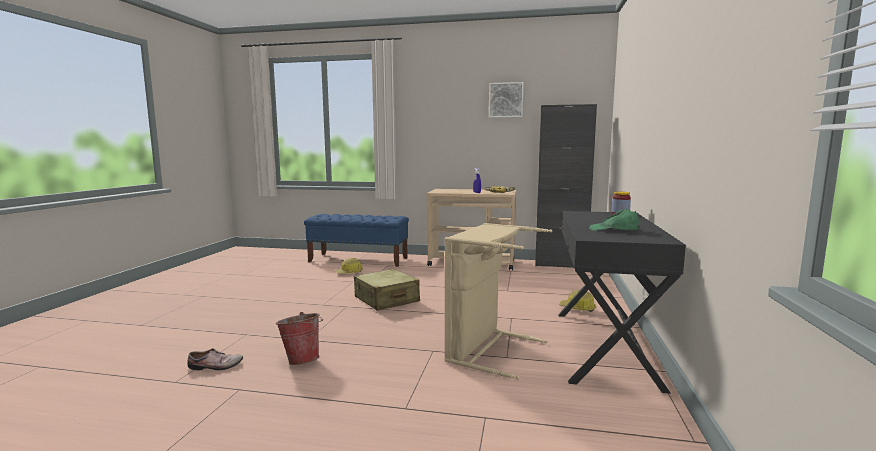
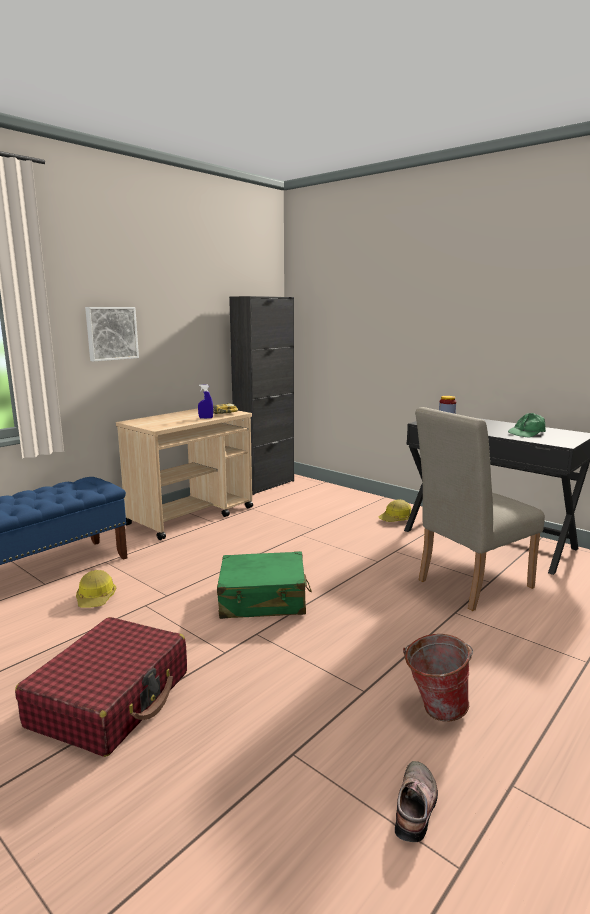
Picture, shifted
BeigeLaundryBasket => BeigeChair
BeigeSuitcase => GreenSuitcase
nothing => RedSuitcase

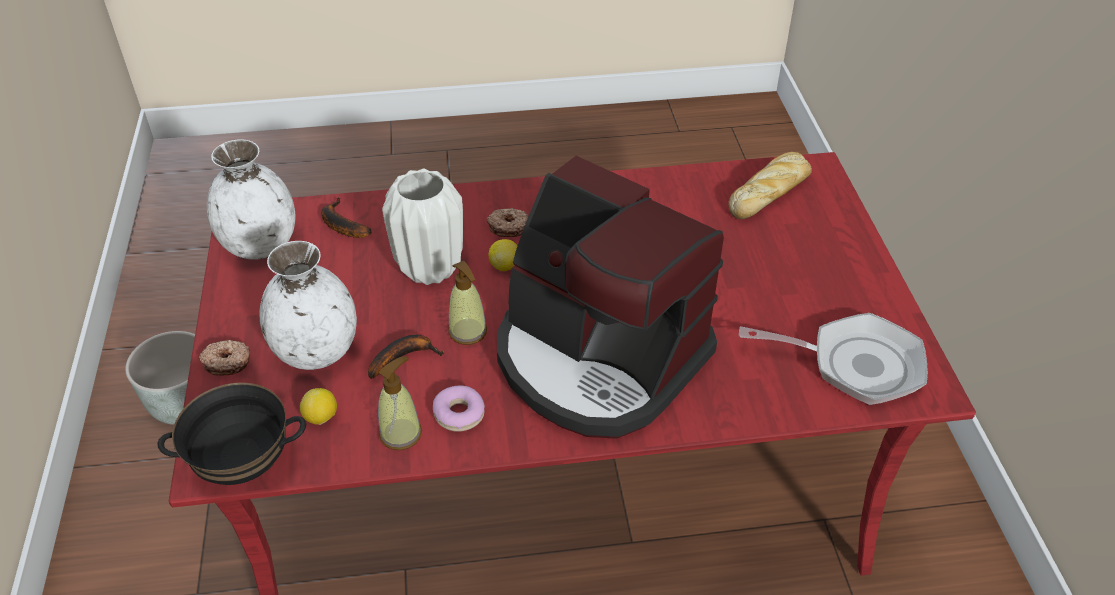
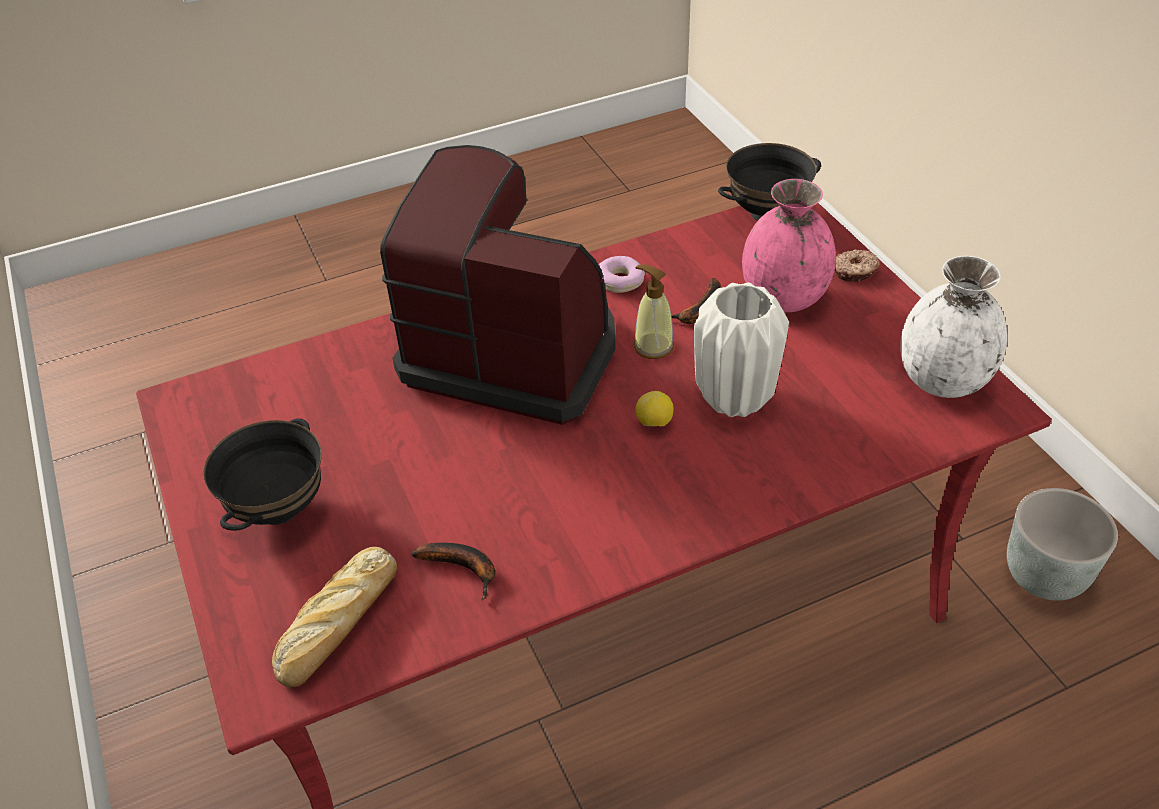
Banana (no. 1 from left), shifted
Donut (no. 3 from left) => nothing
WhiteVase (no. 2 from left) => PinkVase
FryingPan => nothing
SoapDispenser (no. 1 from left) => nothing
Lemon (no. 1 from left) => nothing
nothing => BlackBowl (no. 1 from left)

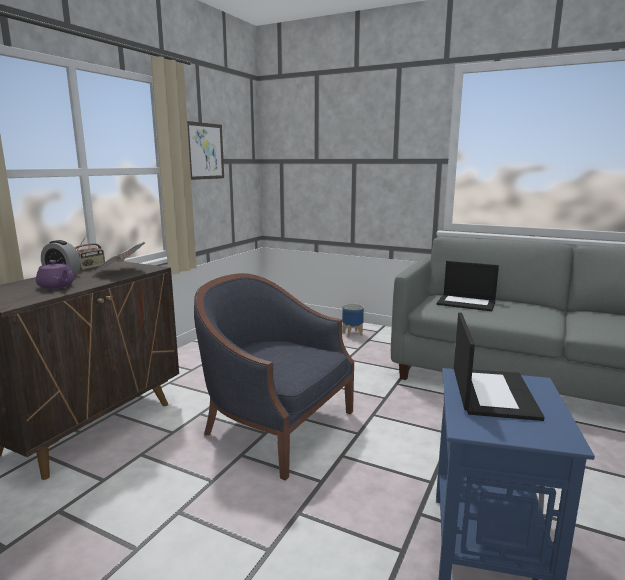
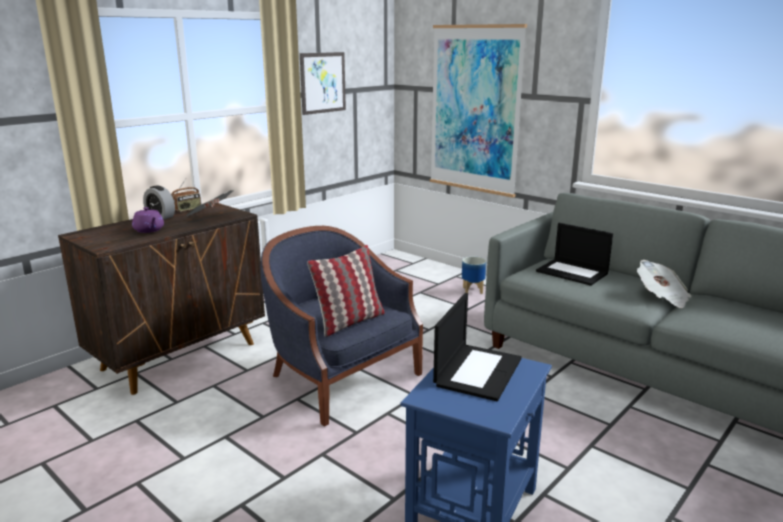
nothing => Picture (no. 2 from left)
nothing => Pillow
nothing => Newspaper (no. 2 from left)

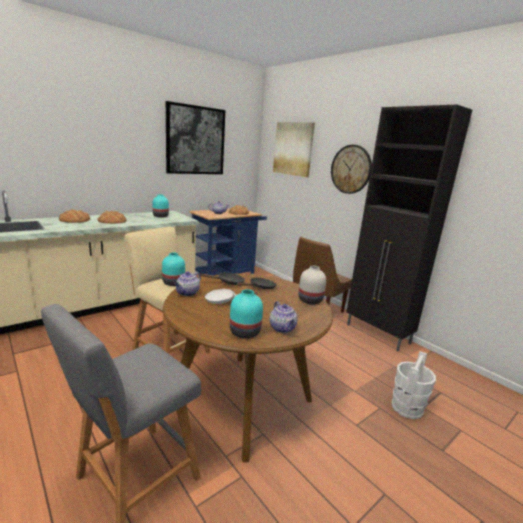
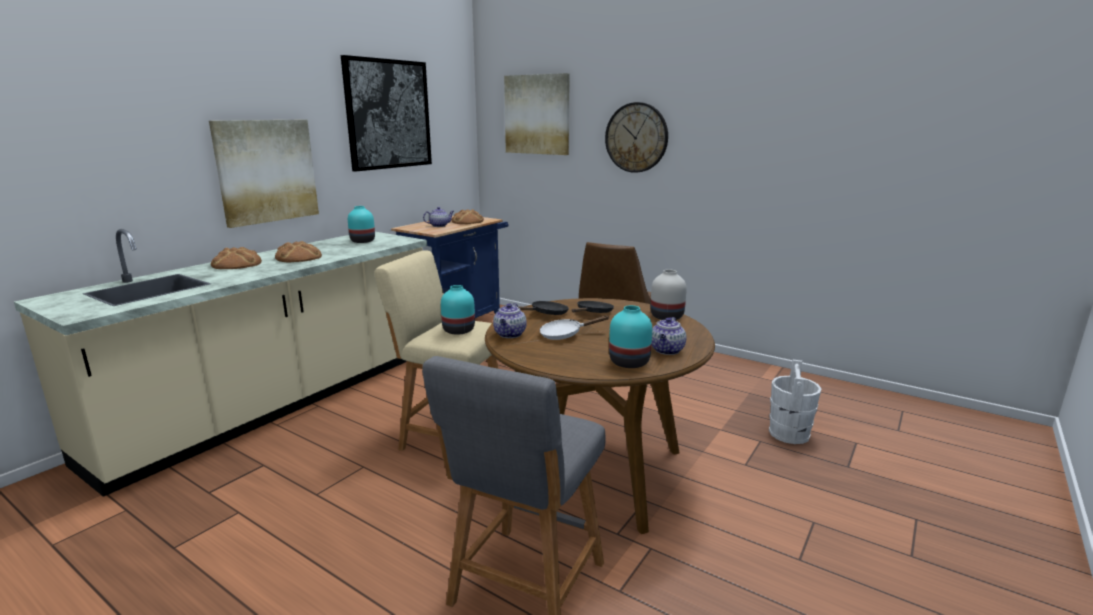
BlackCabinet => nothing
Teapot (no. 3 from left), 60 degrees clockwise
nothing => Picture (no. 1 from left)

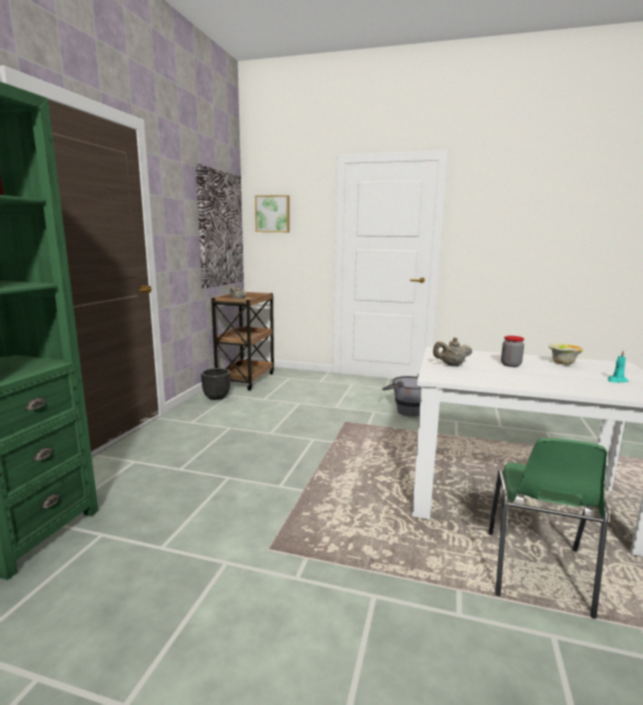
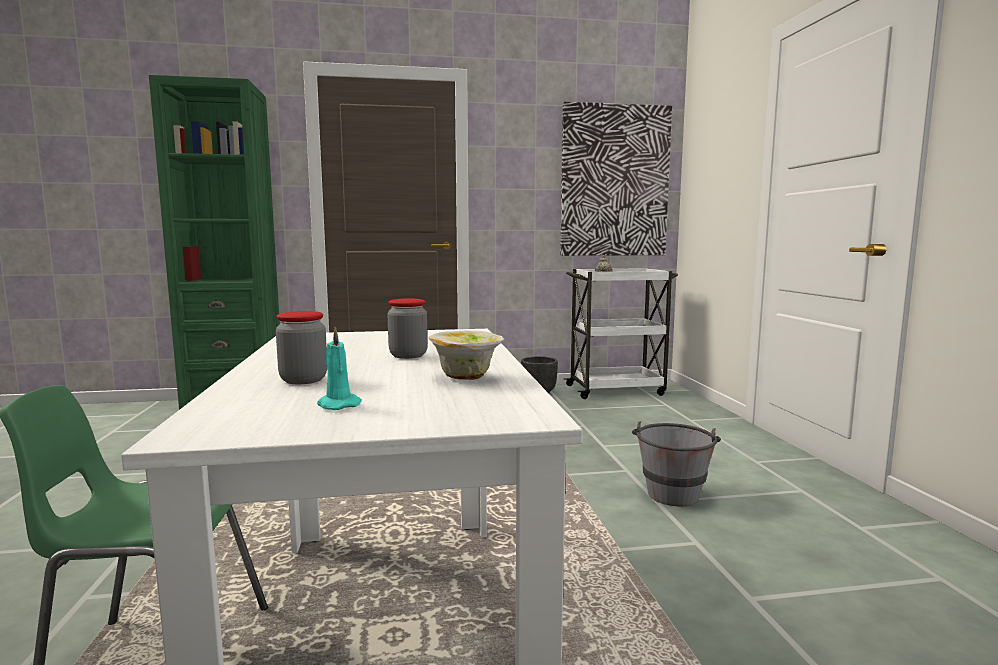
Picture (no. 2 from left) => nothing
BrownCart => WhiteCart
BeigeTeapot (no. 2 from left) => nothing
nothing => Jar (no. 1 from left)

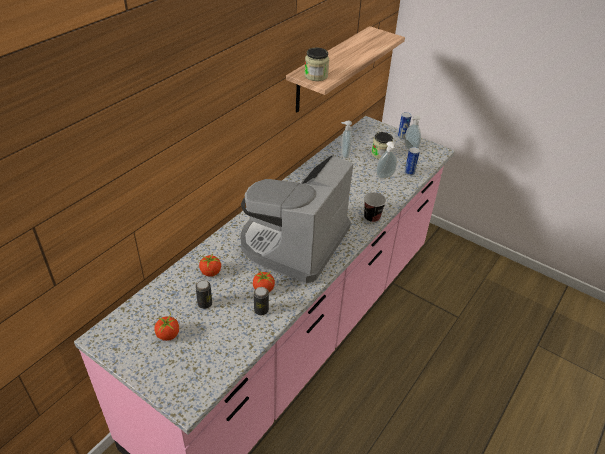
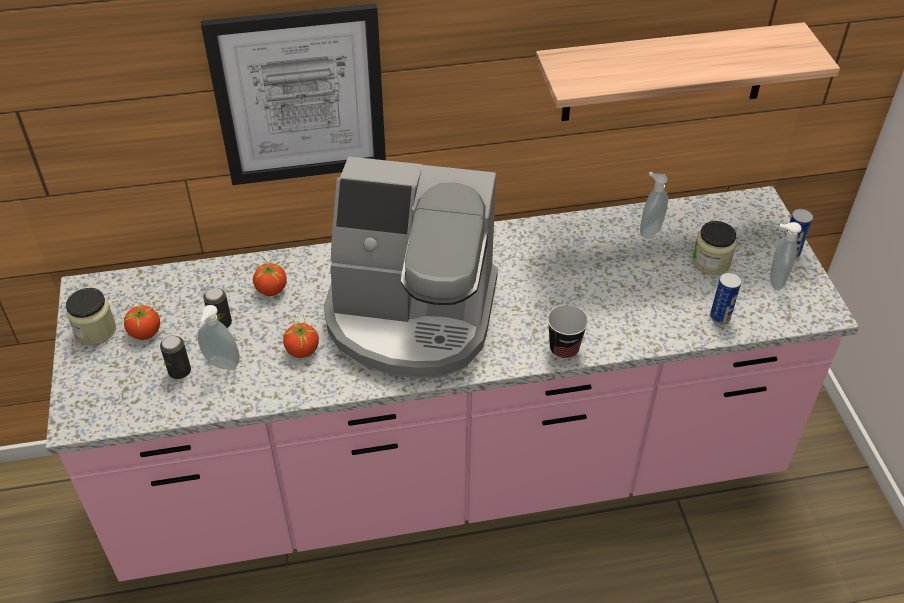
Jar (no. 1 from left), shifted
SoapDispenser (no. 2 from left in the first image) => SoapDispenser (no. 1 from left), shifted
CoffeeMachine, 150 degrees counterclockwise
Can (no. 2 from left in the first image) => Can (no. 1 from left), shifted
nothing => Picture

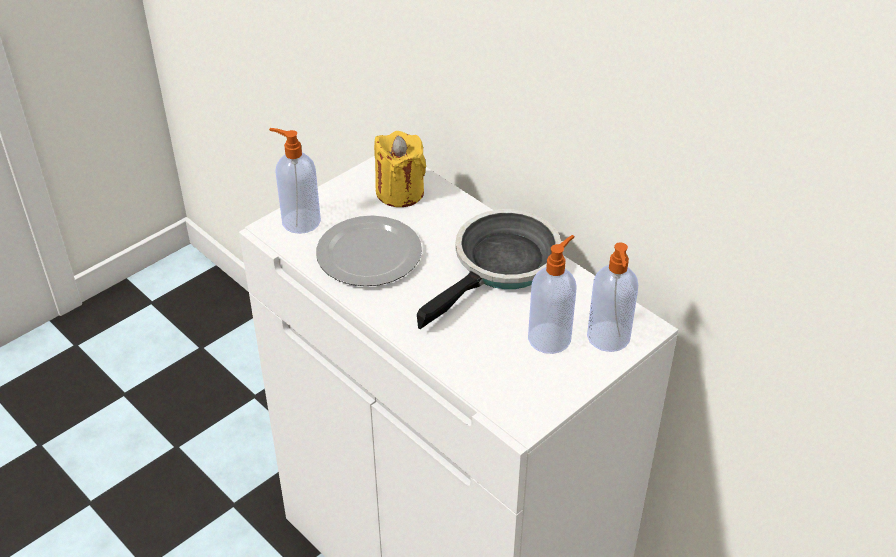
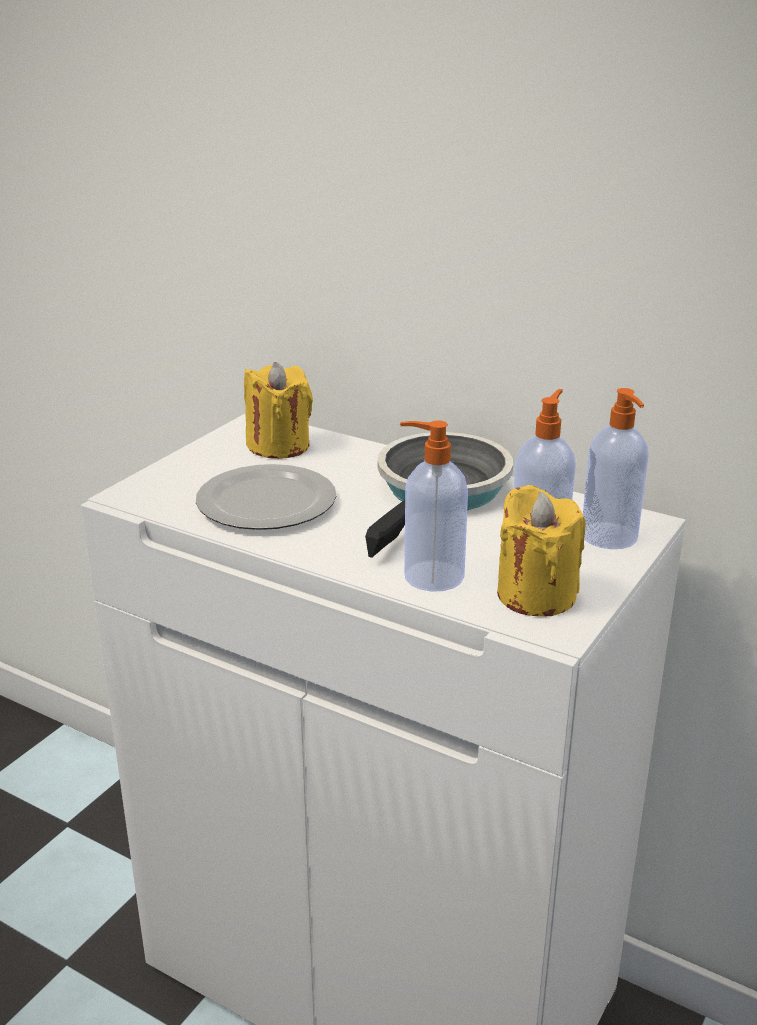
SoapDispenser (no. 1 from left), shifted
nothing => YellowCandle (no. 2 from left)

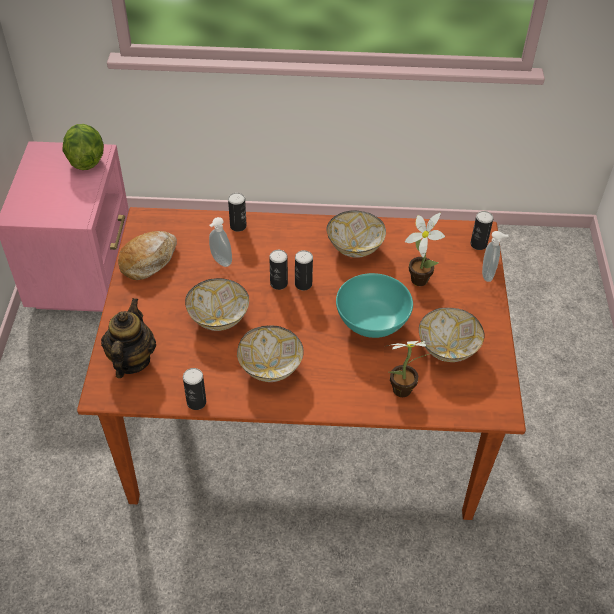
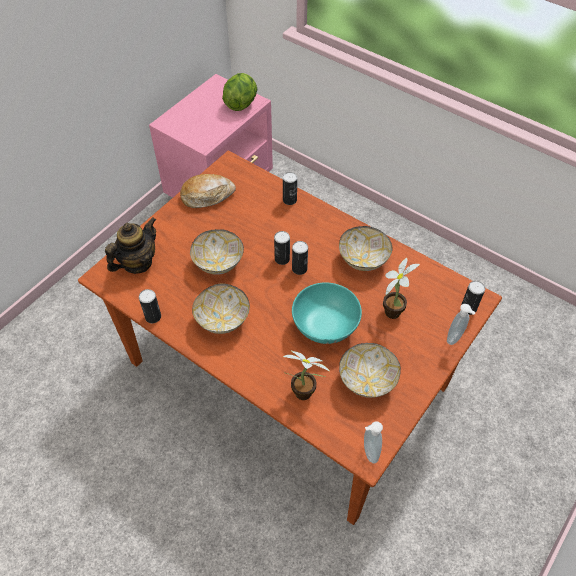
SoapDispenser (no. 1 from left), shifted

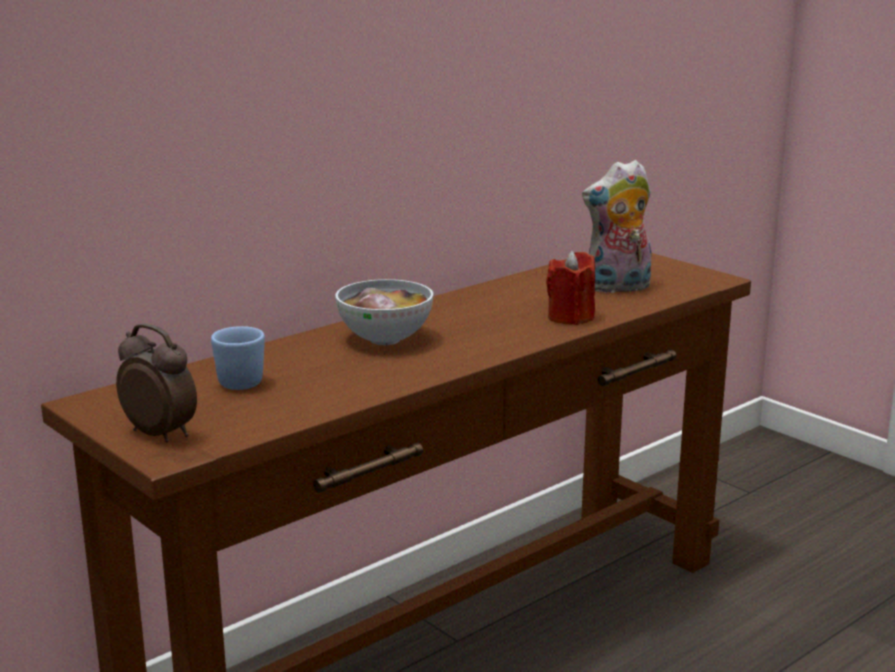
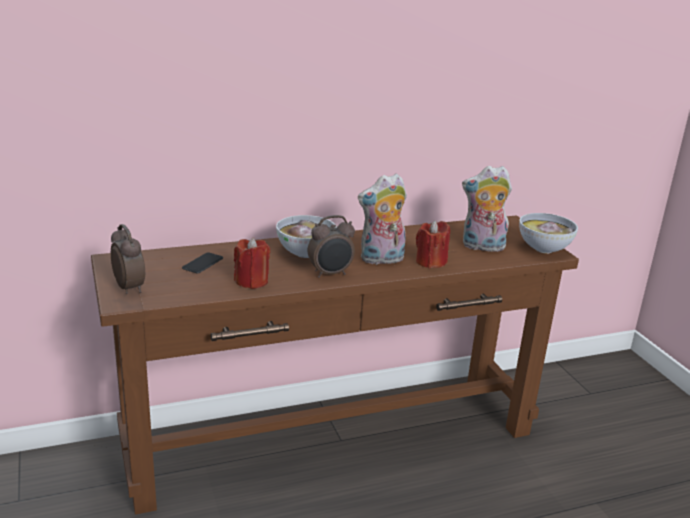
BlueMug => Phone
nothing => PlushToy (no. 1 from left)
nothing => Bowl (no. 2 from left)
nothing => AlarmClock (no. 2 from left)
nothing => RedCandle (no. 1 from left)

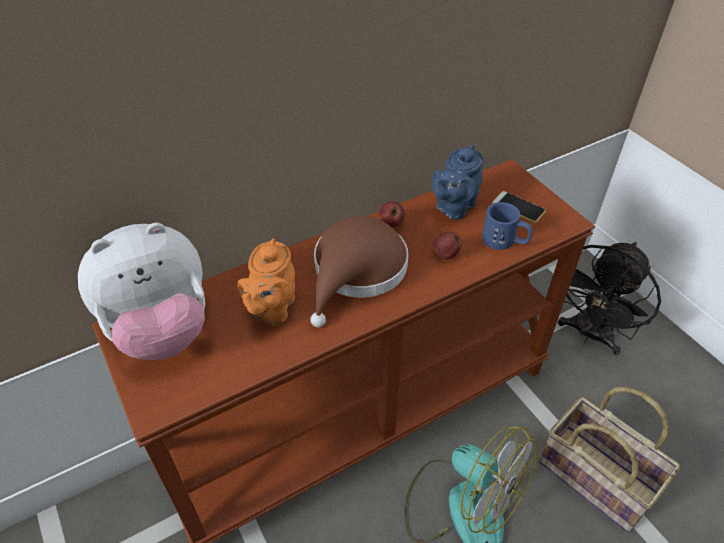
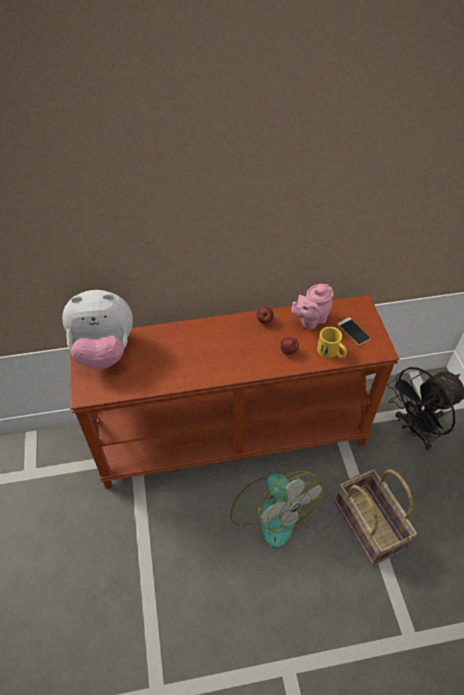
BlueTeapot => PinkTeapot
BlueMug => YellowMug
BrownHat => nothing
OrangeTeapot => nothing

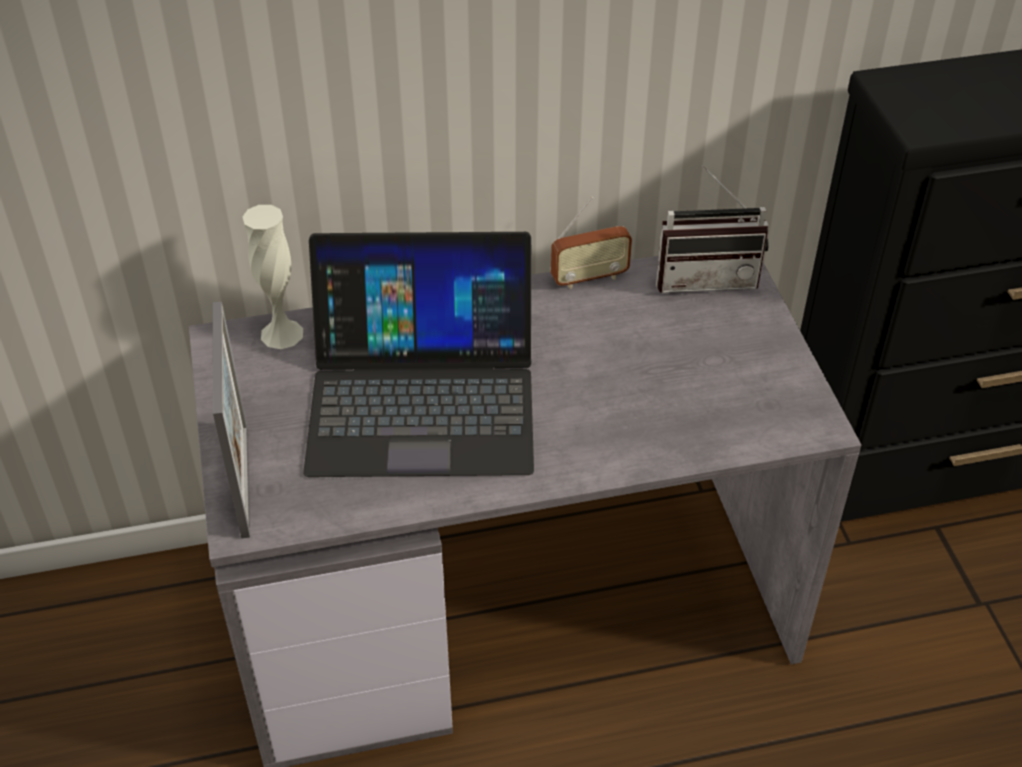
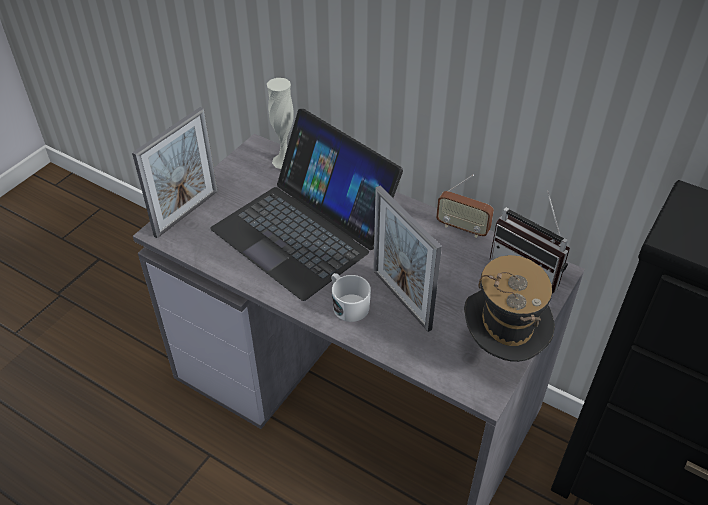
nothing => PictureFrame (no. 2 from left)
nothing => Hat
nothing => WhiteMug

